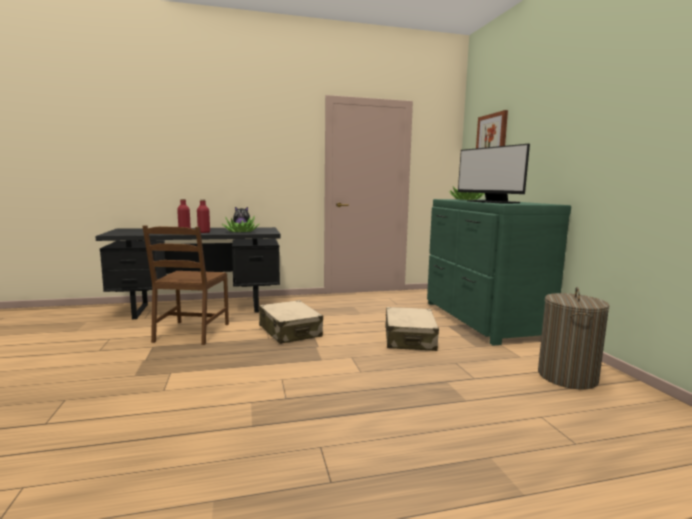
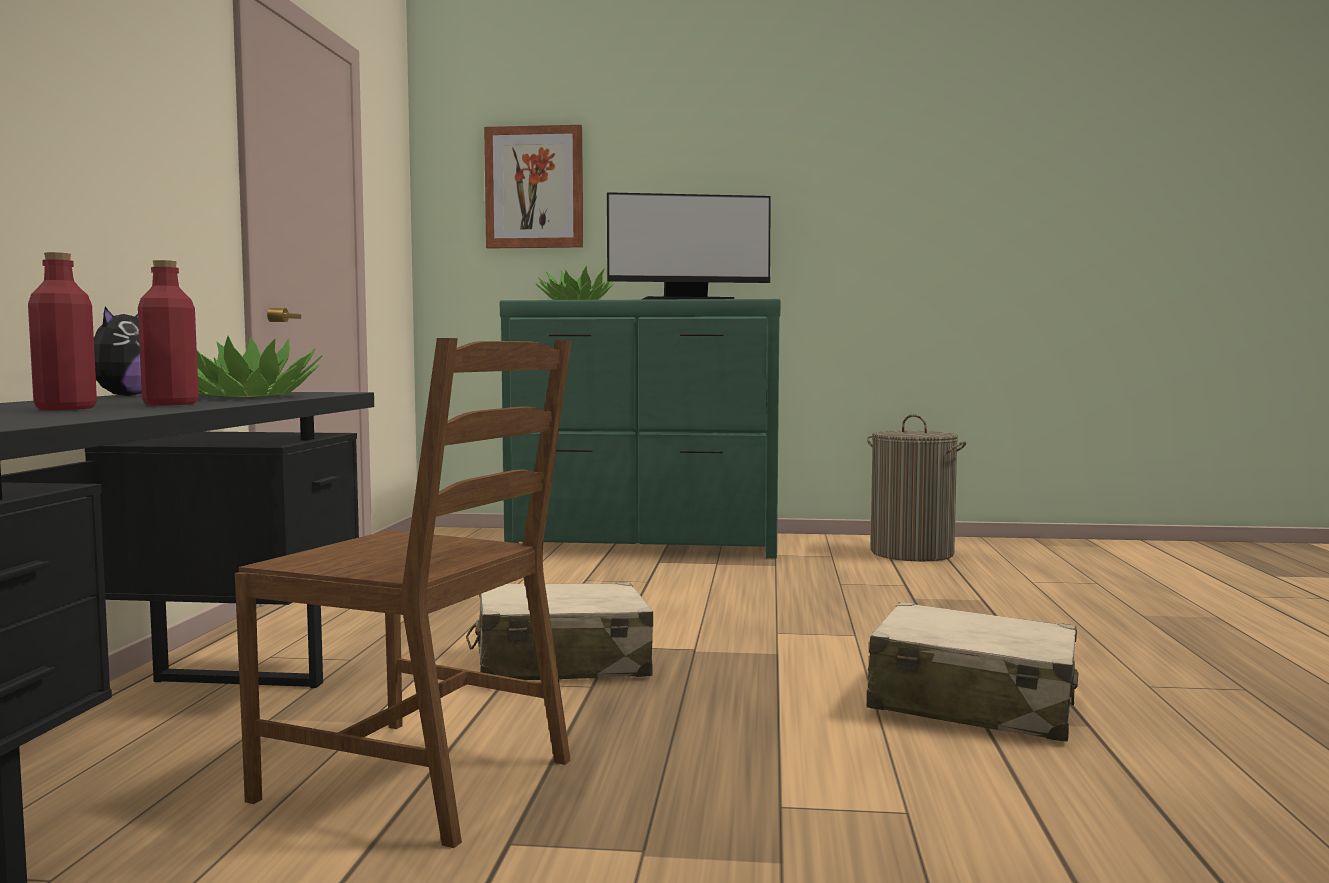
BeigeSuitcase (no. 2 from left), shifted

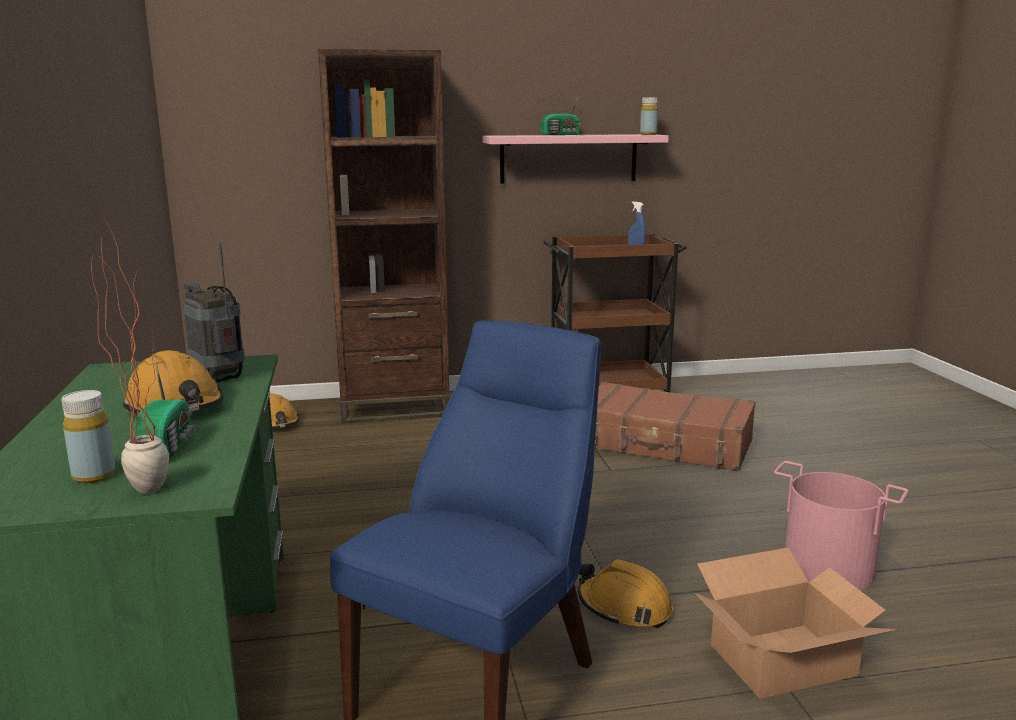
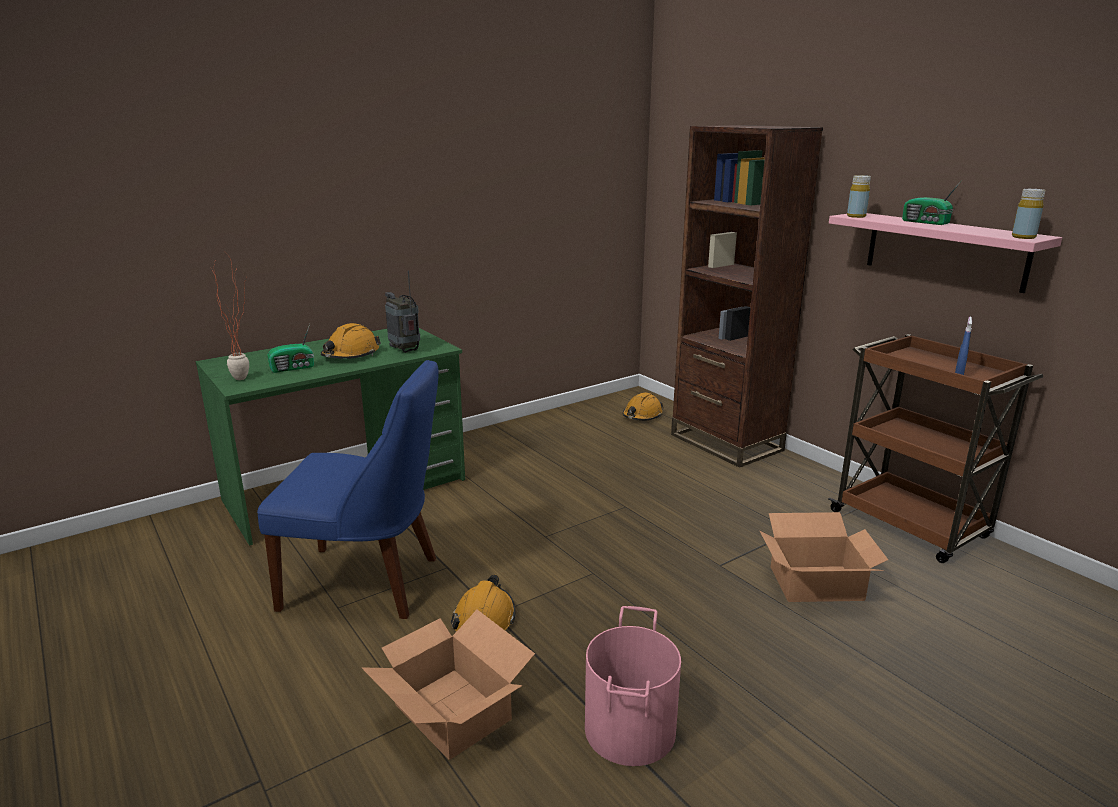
Radio (no. 2 from left), 60 degrees counterclockwise
BrownSuitcase => CardboardBox (no. 2 from left)
YellowBottle (no. 1 from left), shifted

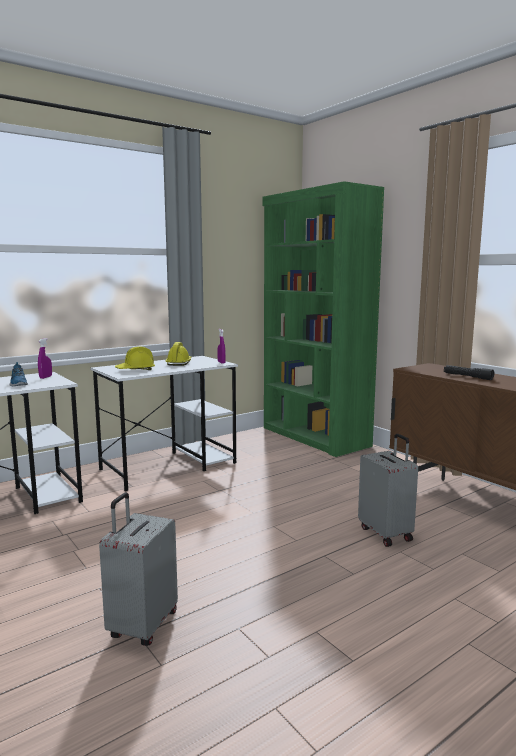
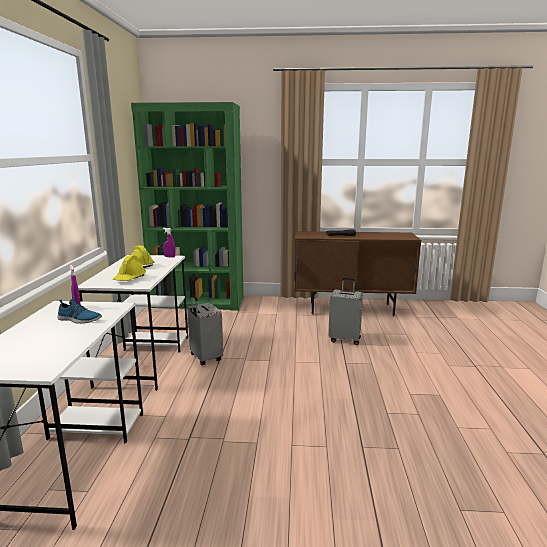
GreySuitcase (no. 1 from left), shifted

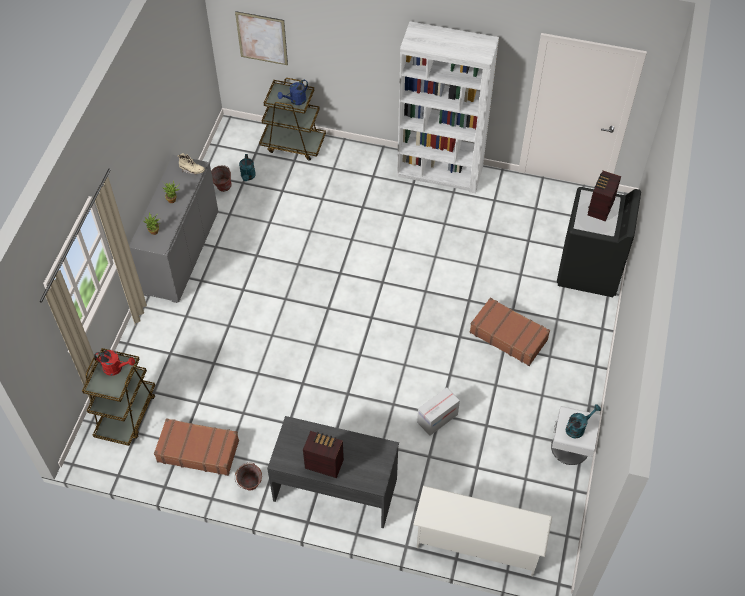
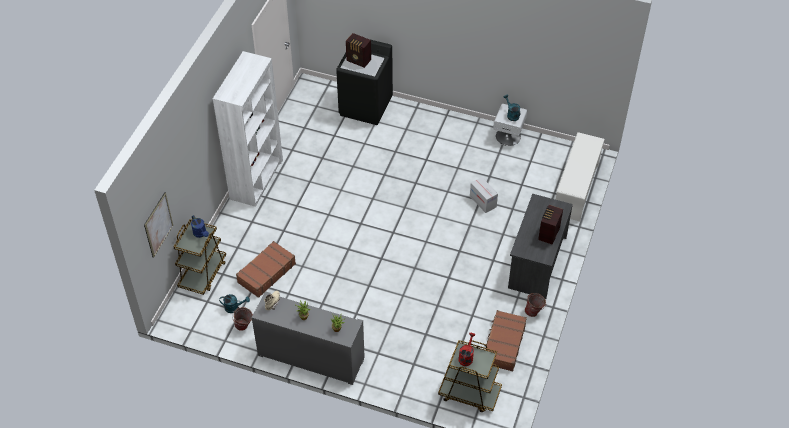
BrownSuitcase (no. 2 from left in the first image) => BrownSuitcase (no. 1 from left), shifted

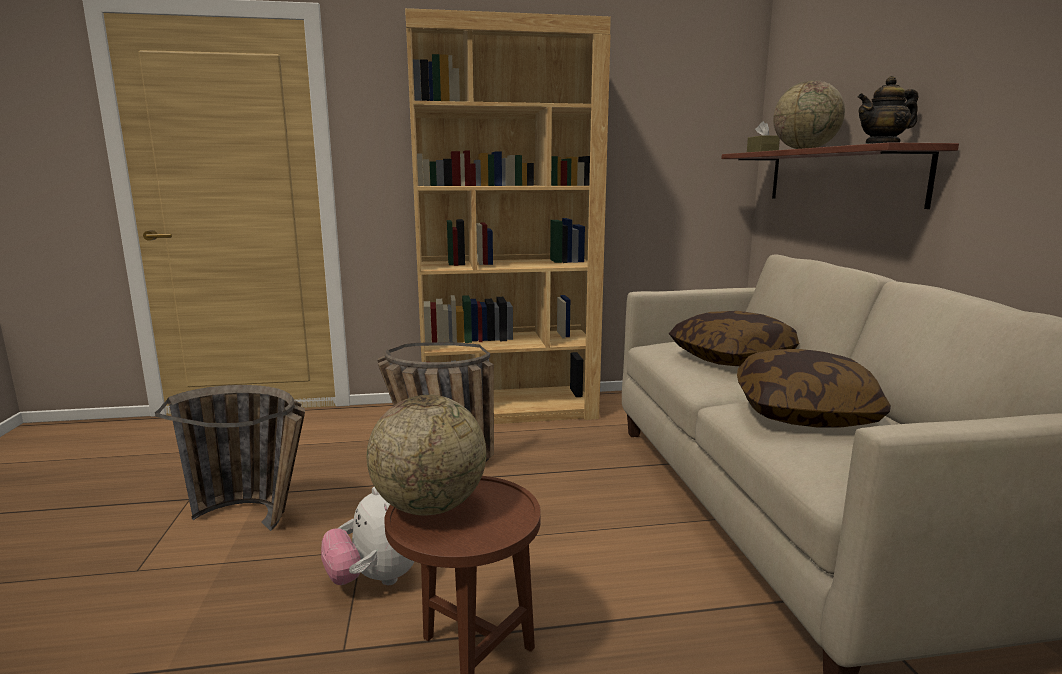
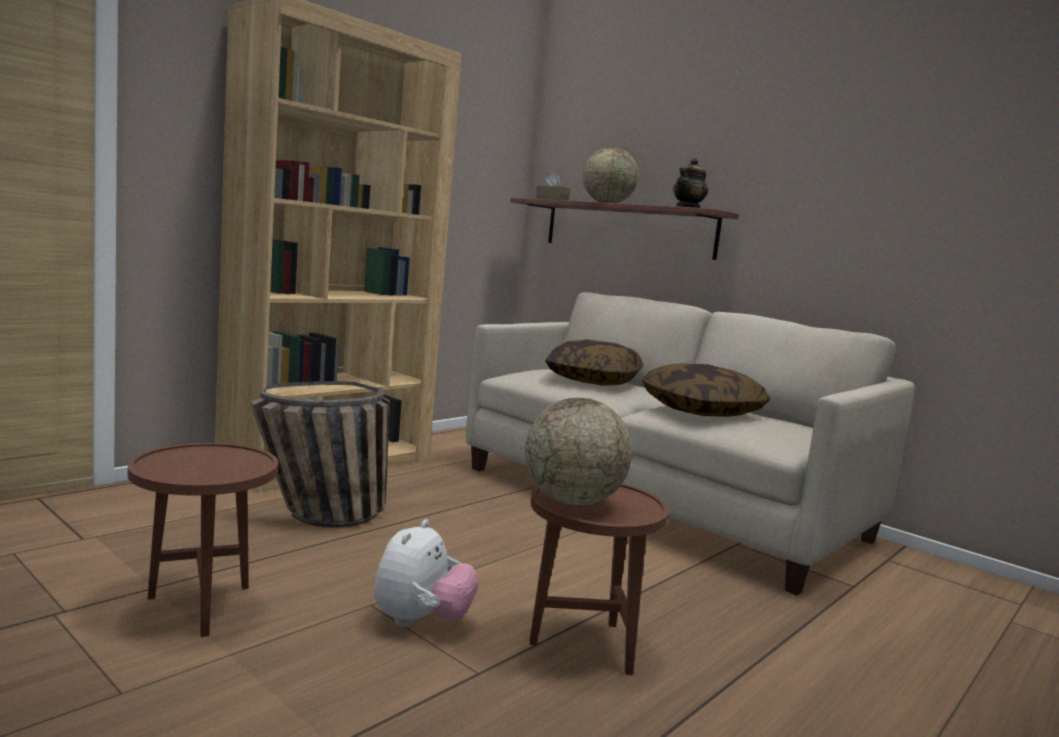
Basket (no. 1 from left) => BrownSideTable (no. 1 from left)
PlushToy, 90 degrees counterclockwise

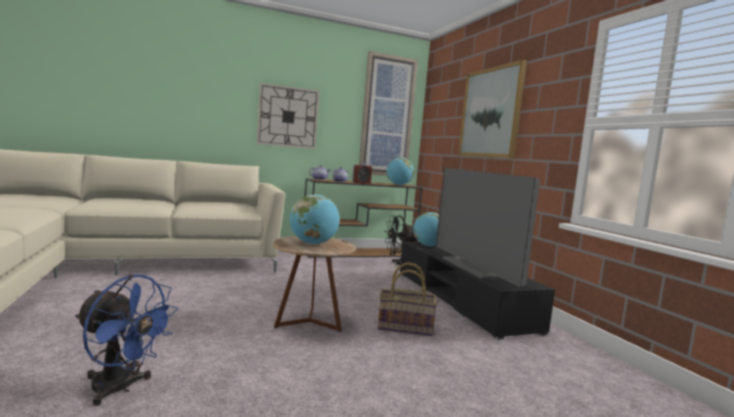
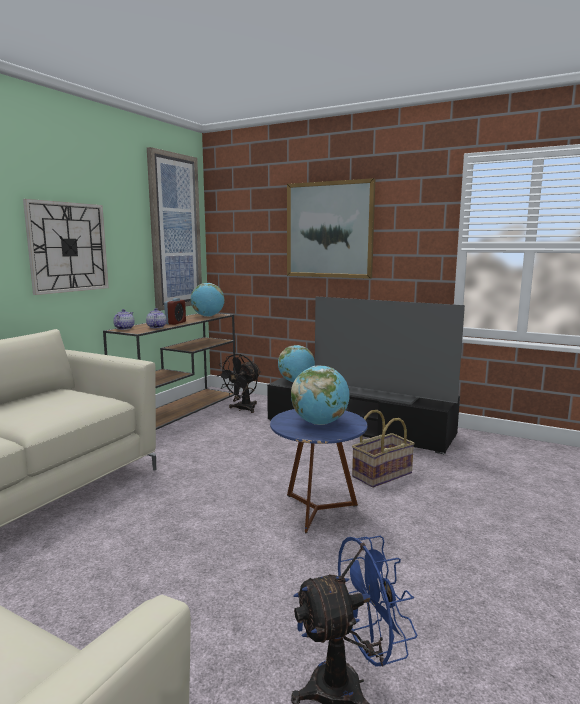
BrownSideTable => BlueSideTable

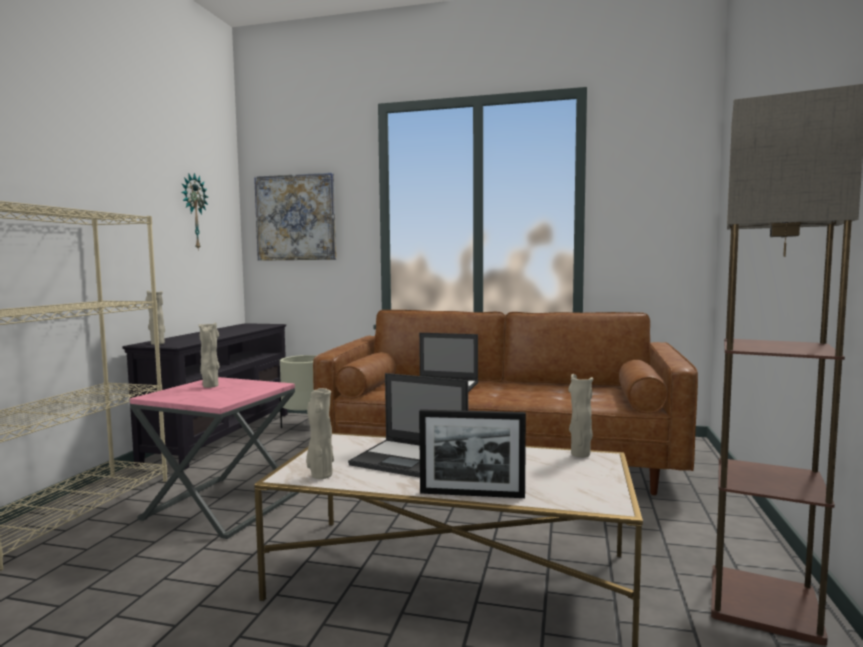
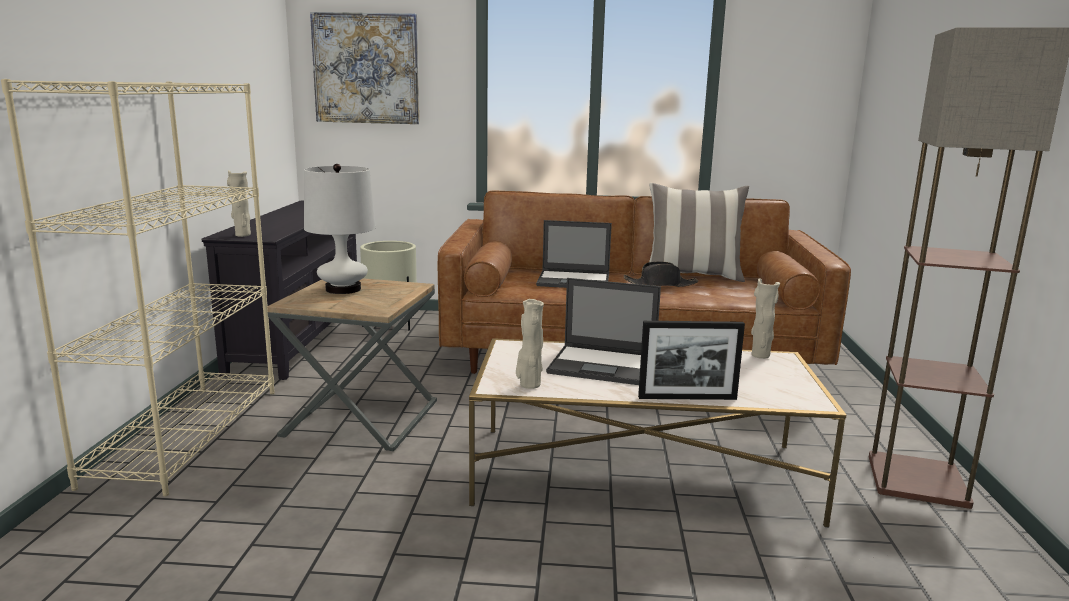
WallClock => nothing
BeigeVase (no. 2 from left) => WhiteTableLamp
PinkSideTable => BrownSideTable
nothing => Pillow
nothing => BlackHat

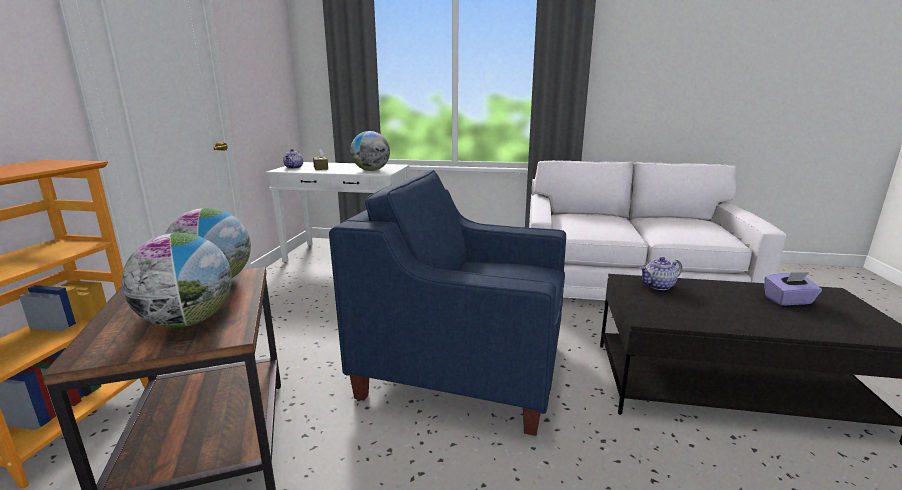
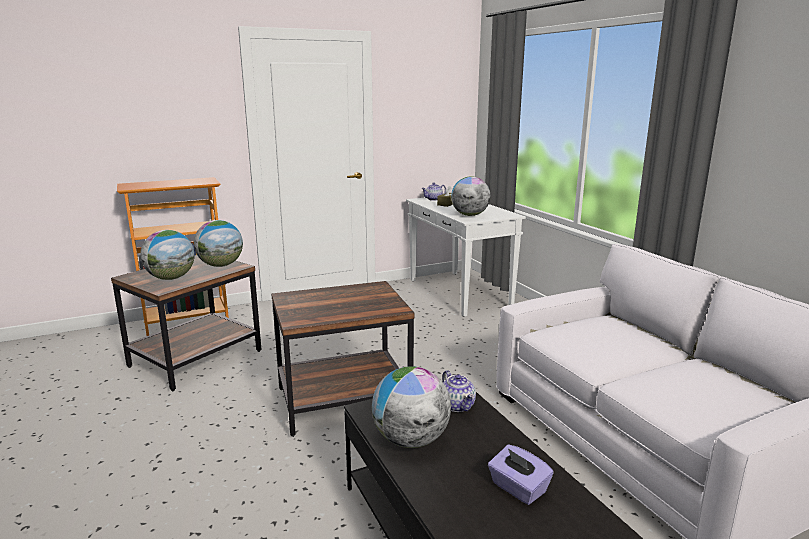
BlueArmchair => BrownSideTable (no. 2 from left)
Teapot (no. 2 from left), 150 degrees counterclockwise
nothing => Globe (no. 3 from left)

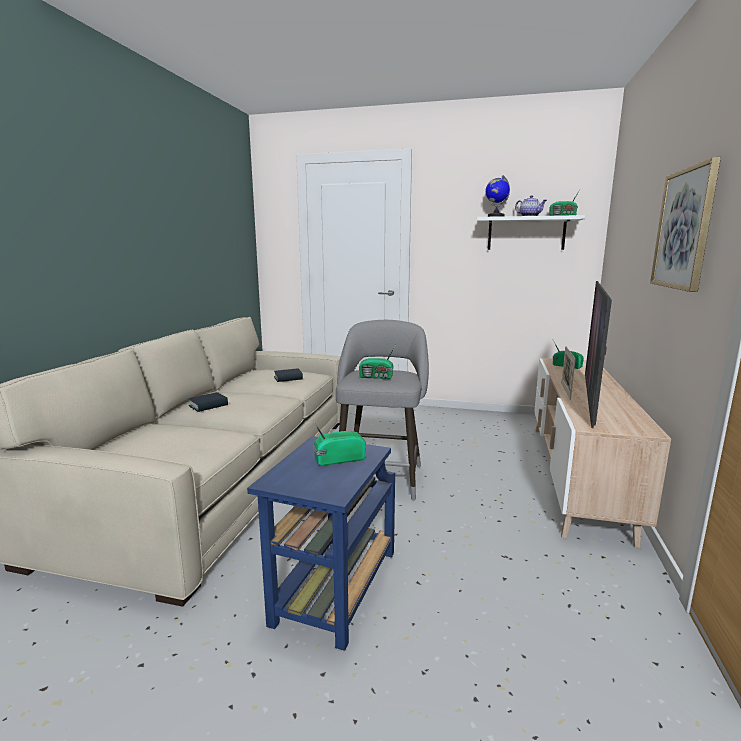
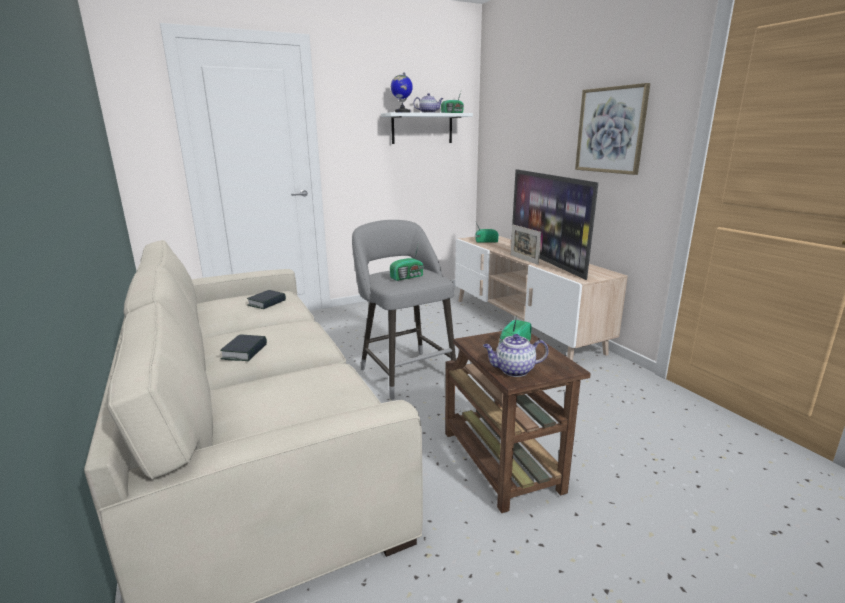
BlueSideTable => BrownSideTable
nothing => Teapot (no. 2 from left)

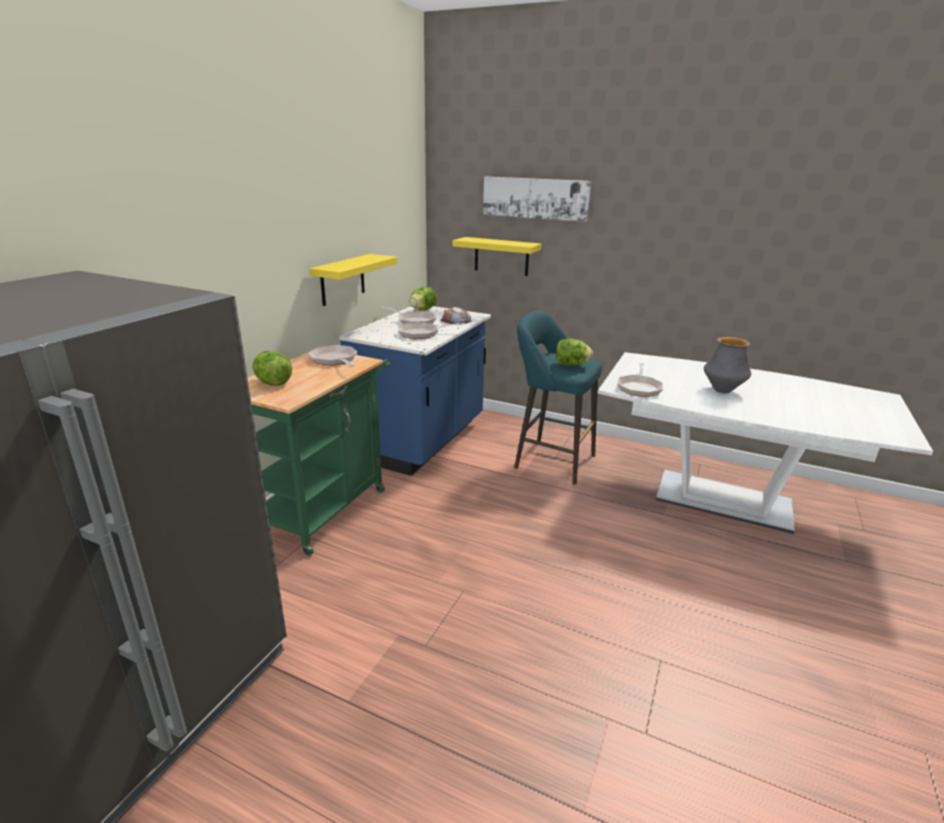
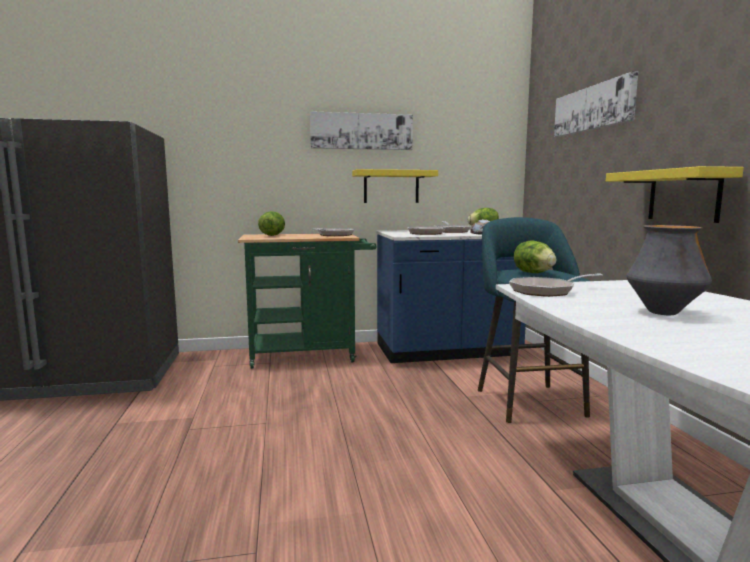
YellowShelf (no. 2 from left), shifted
nothing => Picture (no. 1 from left)

